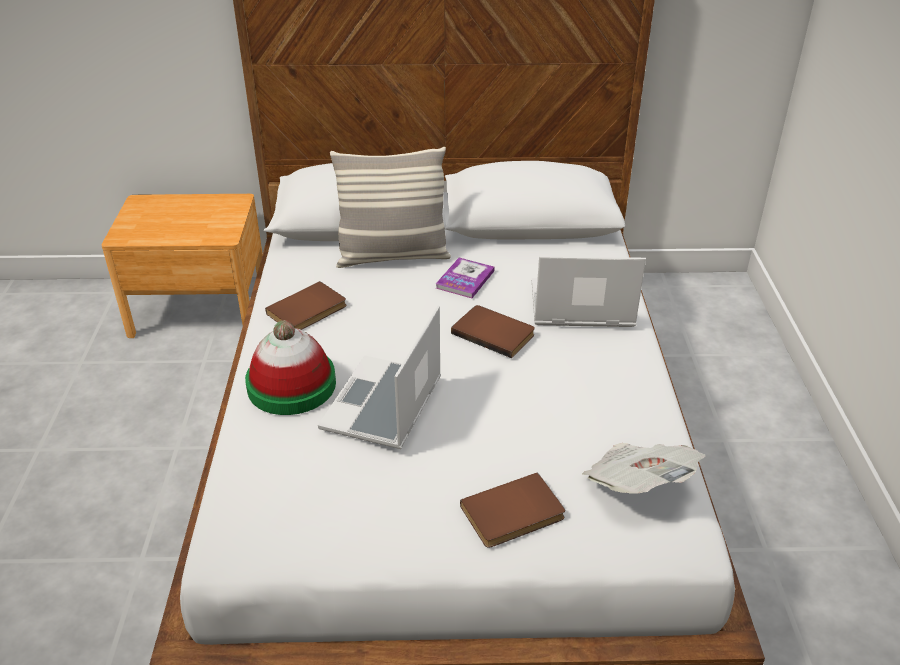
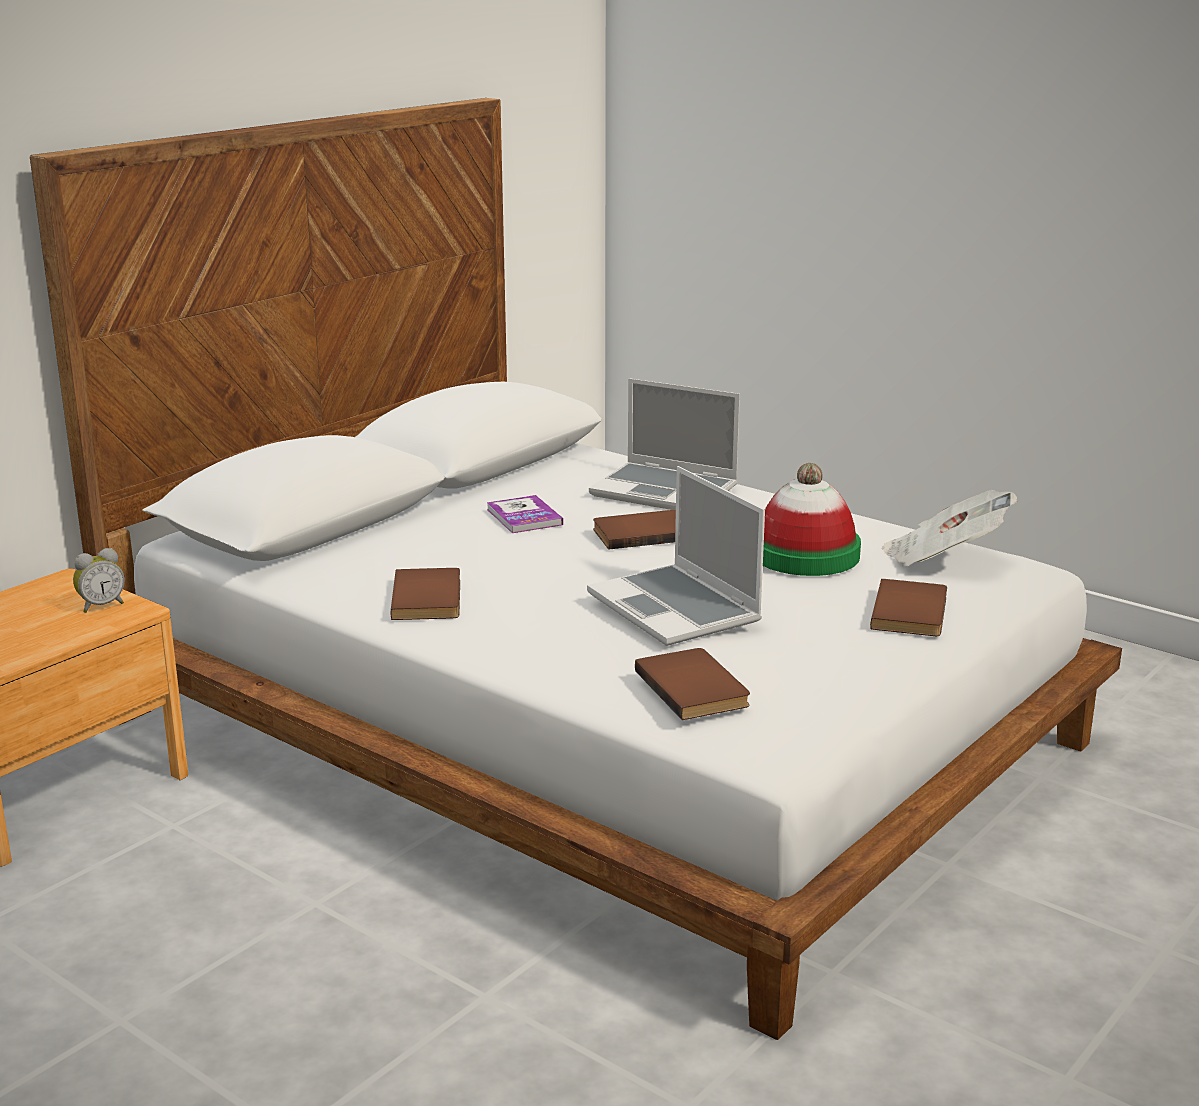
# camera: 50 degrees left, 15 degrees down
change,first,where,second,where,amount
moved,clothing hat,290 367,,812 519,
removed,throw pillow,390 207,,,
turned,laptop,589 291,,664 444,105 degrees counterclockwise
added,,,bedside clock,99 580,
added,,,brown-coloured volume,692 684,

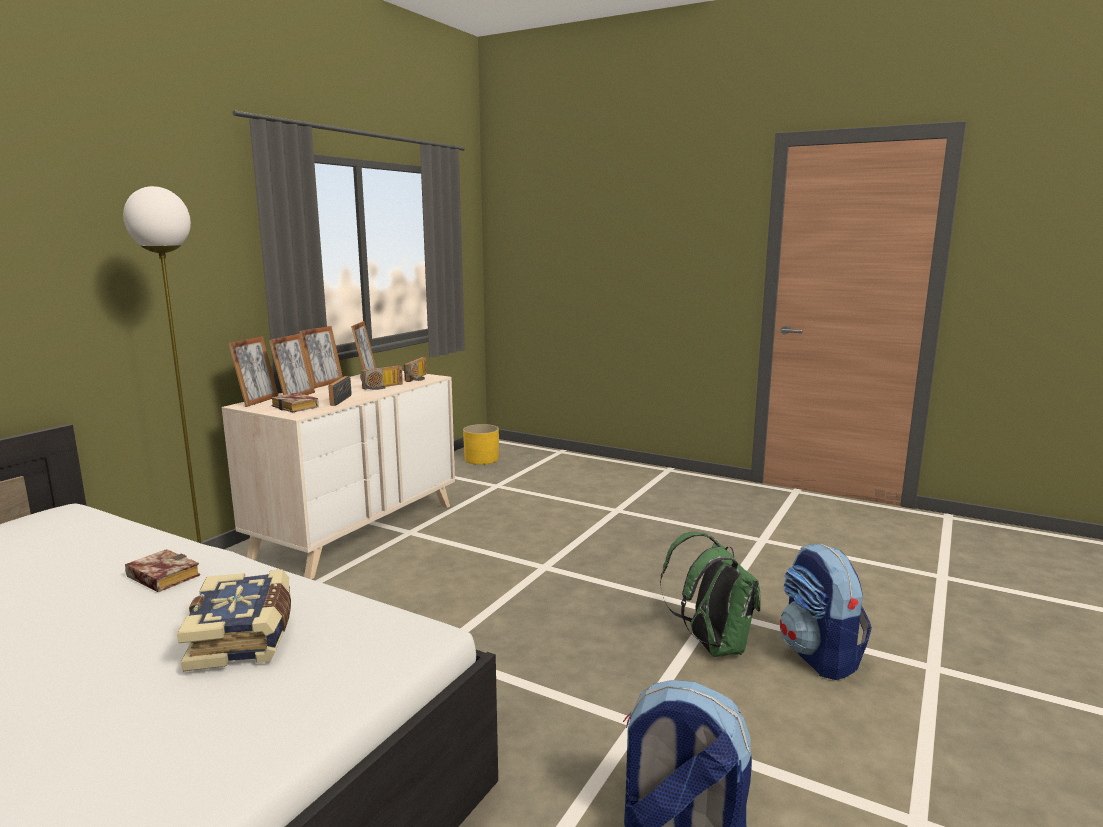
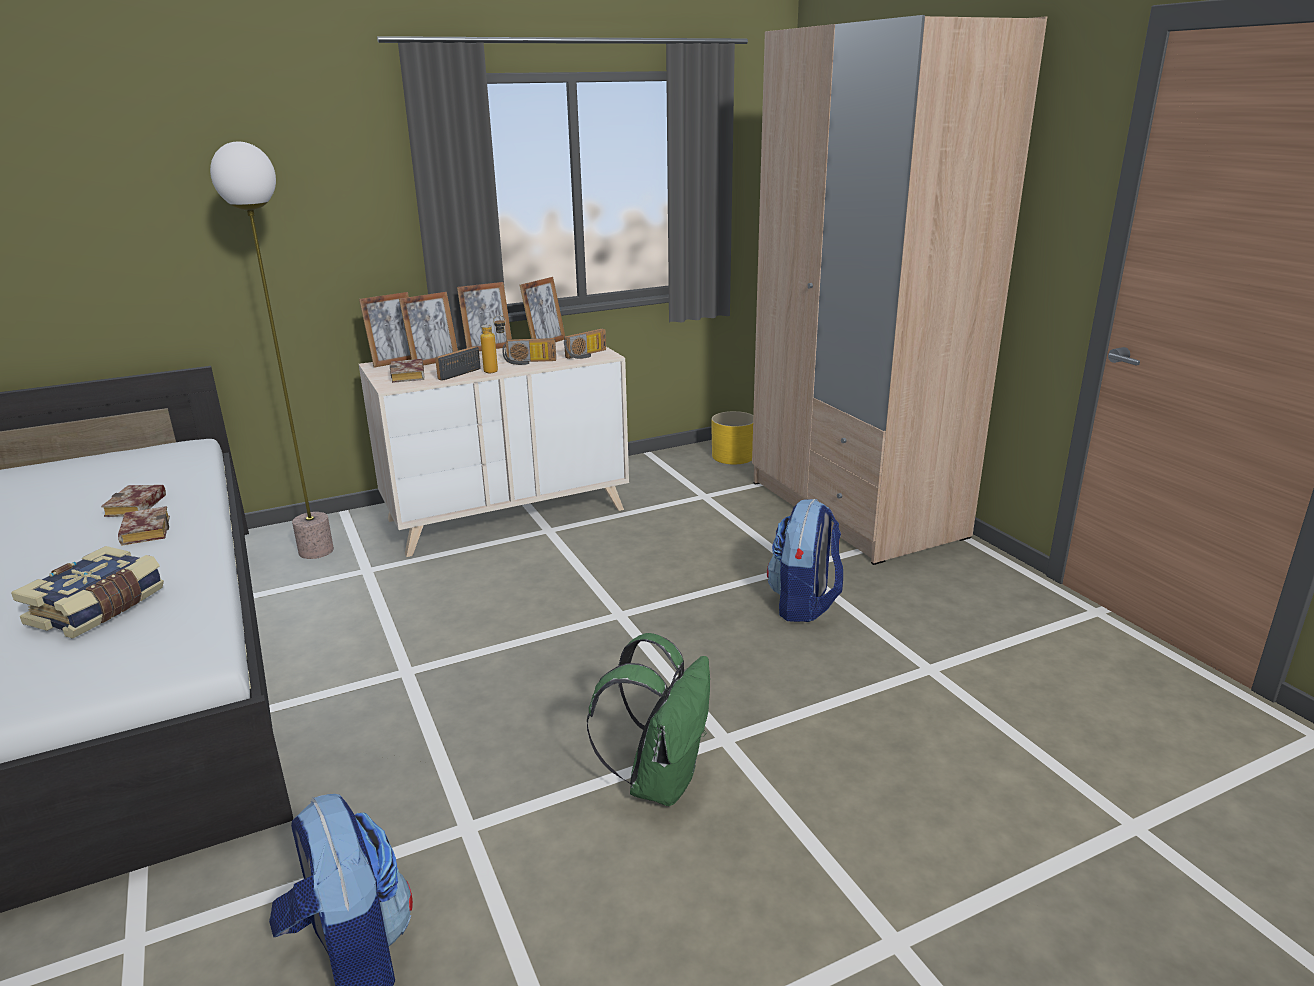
# camera: 35 degrees right, 10 degrees up
change,first,where,second,where,amount
moved,backpack,826 612,,805 560,
added,,,volume,133 501,
added,,,bottle,493 344,
added,,,beige clothes cupboard,899 290,

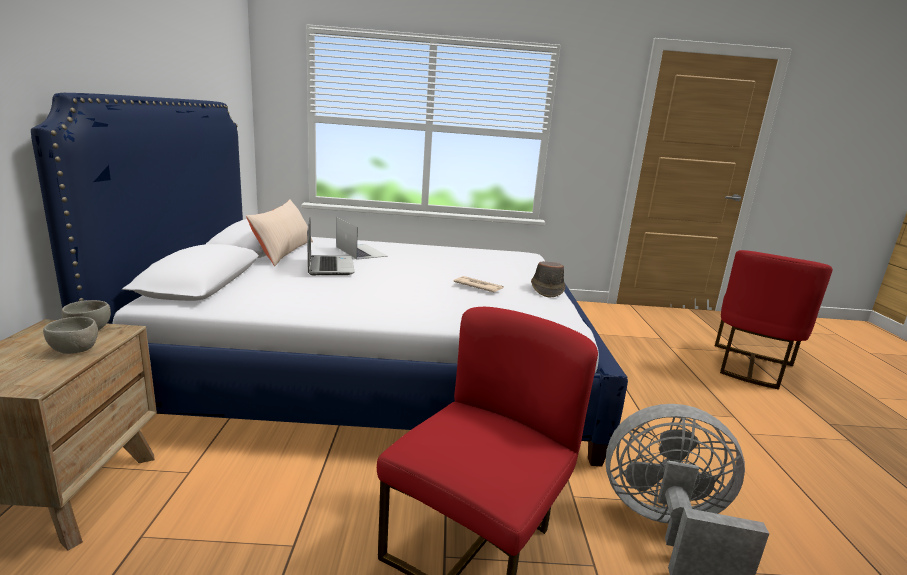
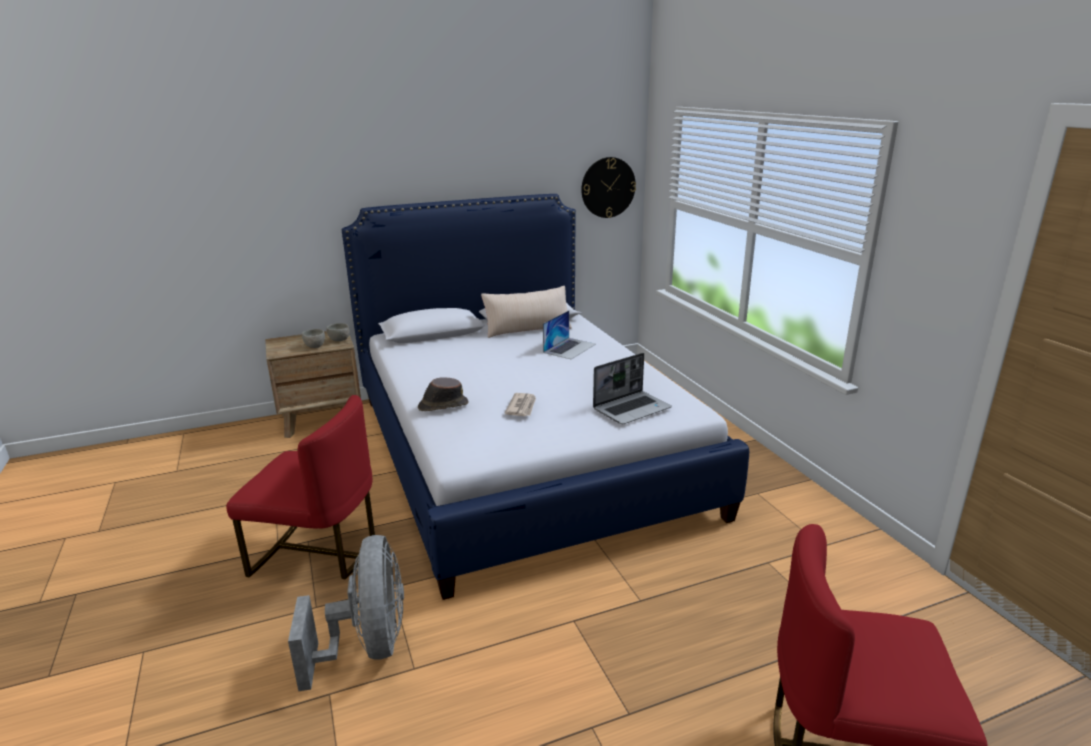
# camera: 70 degrees right, 5 degrees up
change,first,where,second,where,amount
moved,laptop,330 246,,632 388,
moved,brown-coloured clothing hat,548 279,,443 394,
added,,,wall clock,608 187,

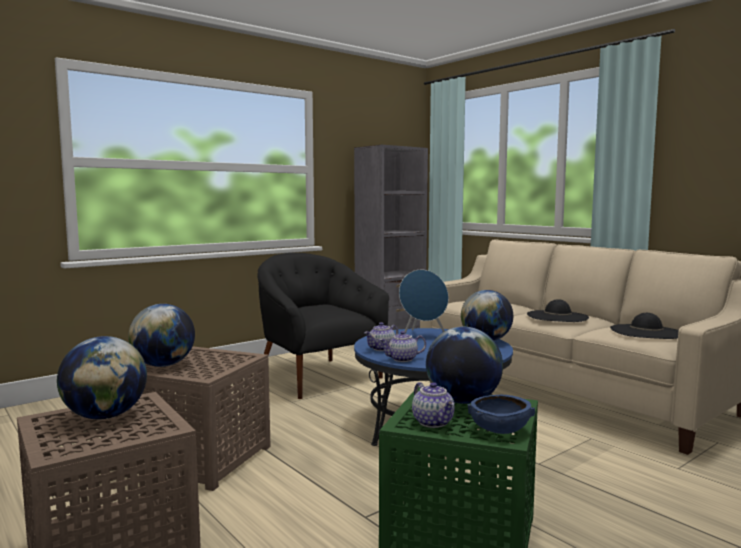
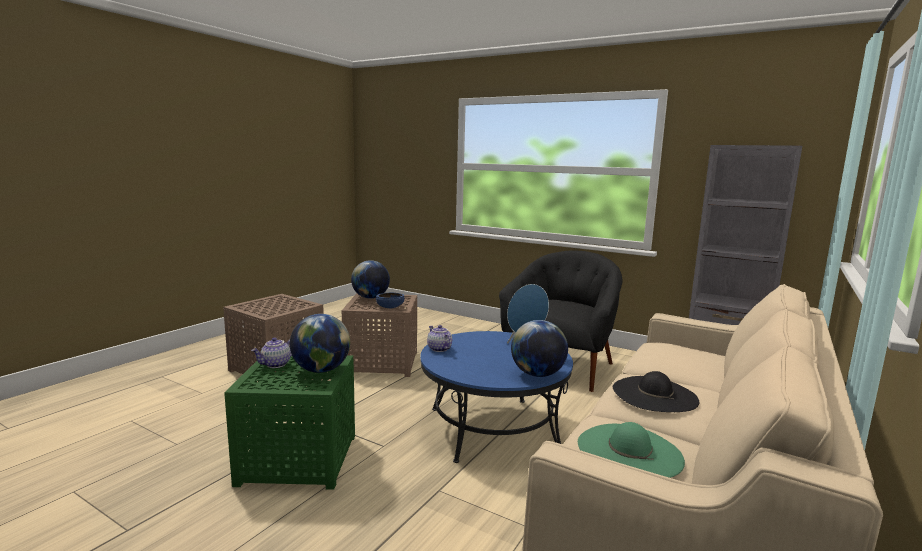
# camera: 70 degrees right, 5 degrees up
change,first,where,second,where,amount
removed,globe,102 377,,,
removed,pot for tea,382 336,,,
moved,bluish serving bowl,501 414,,390 300,
recoloured,black clothing hat,644 326,green clothing hat,631 450,

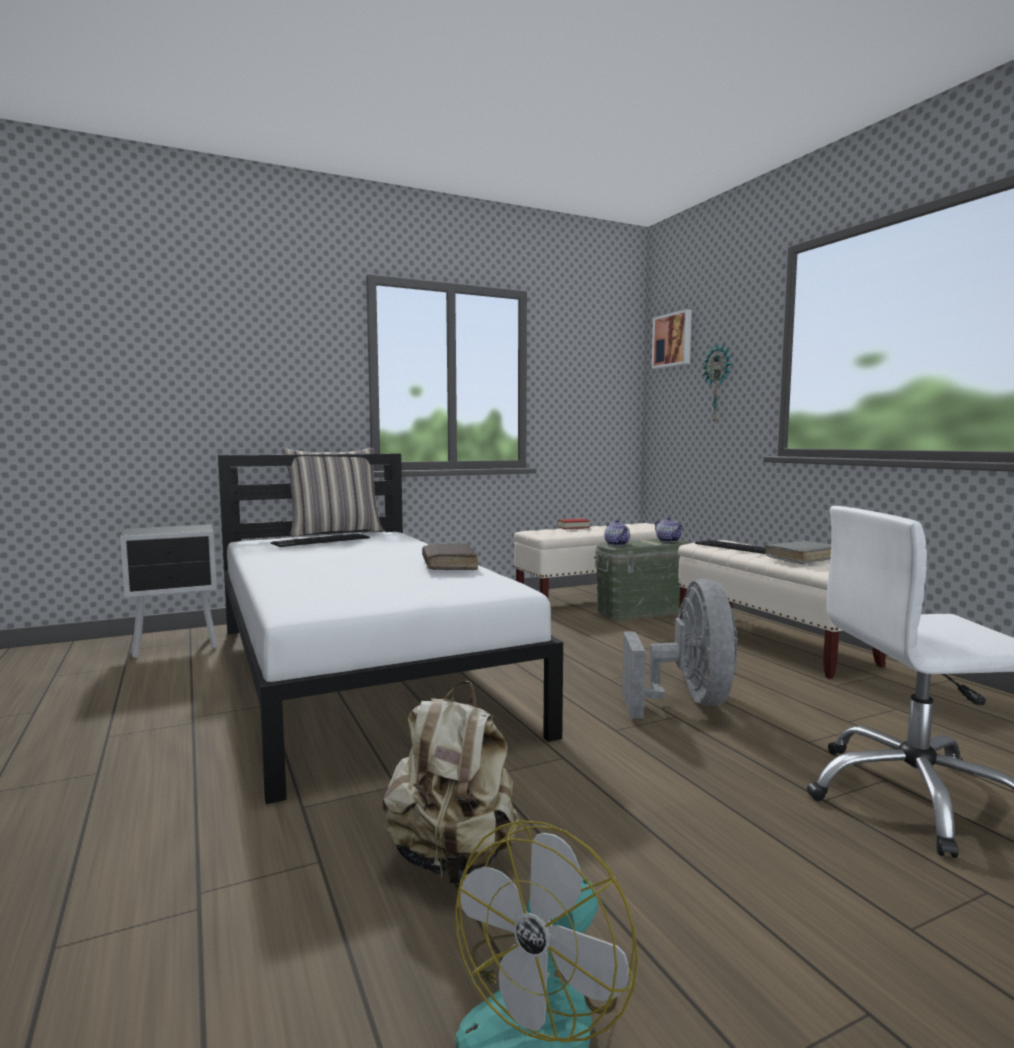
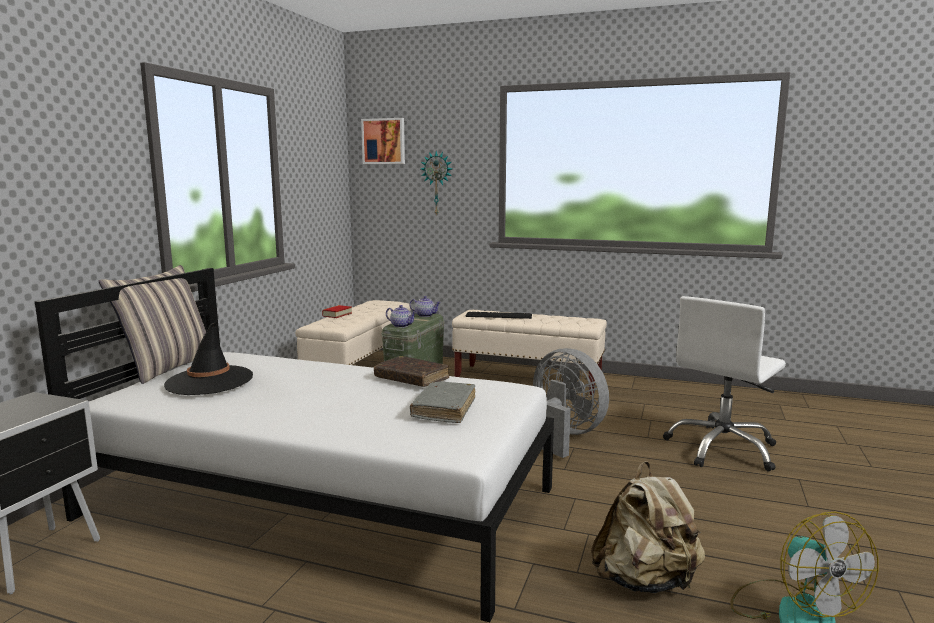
# camera: 45 degrees left, 5 degrees up
change,first,where,second,where,amount
replaced,computer keyboard,320 540,black clothing hat,208 358,
moved,gray volume,798 552,,443 402,

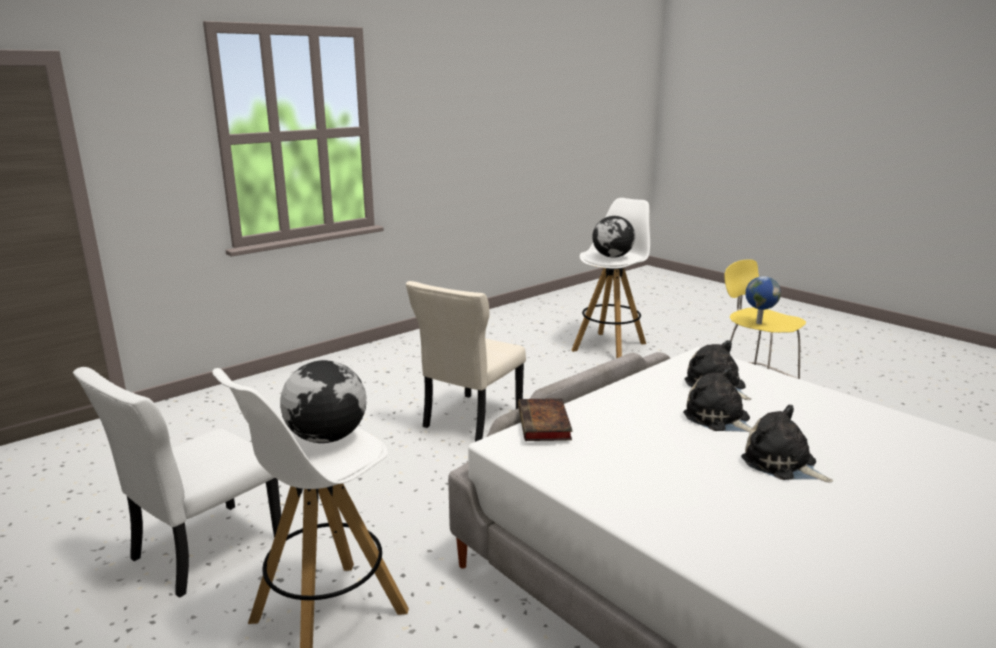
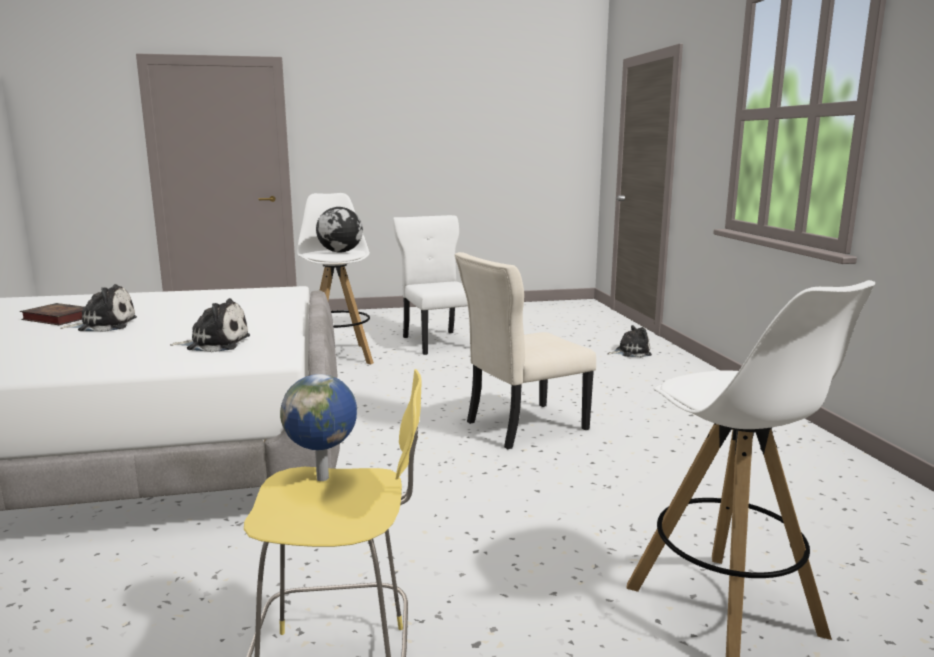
# camera: 120 degrees right, 5 degrees down
change,first,where,second,where,amount
turned,beige upright chair,466 361,,525 350,90 degrees counterclockwise
moved,volume,545 419,,52 314,
removed,globe,613 237,,,
moved,soft toy,717 399,,630 341,

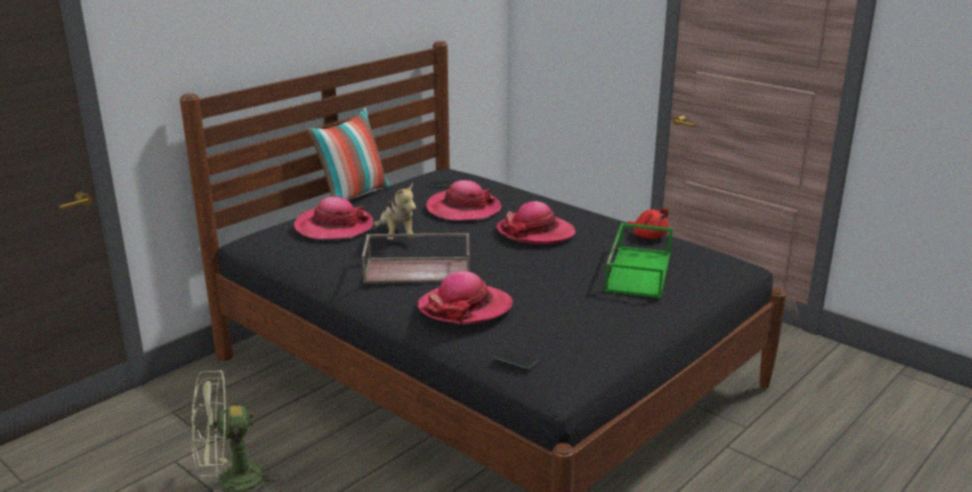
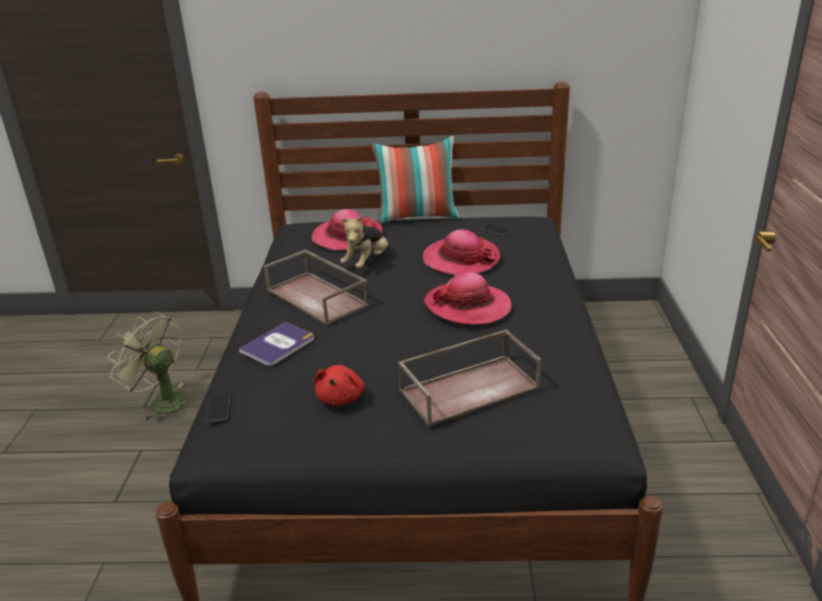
# camera: 50 degrees right, 5 degrees up
change,first,where,second,where,amount
replaced,clothing hat,465 298,volume,276 344,
recoloured,green tray,639 260,brown-coloured tray,469 378,
moved,red-coloured soft toy,648 223,,339 385,

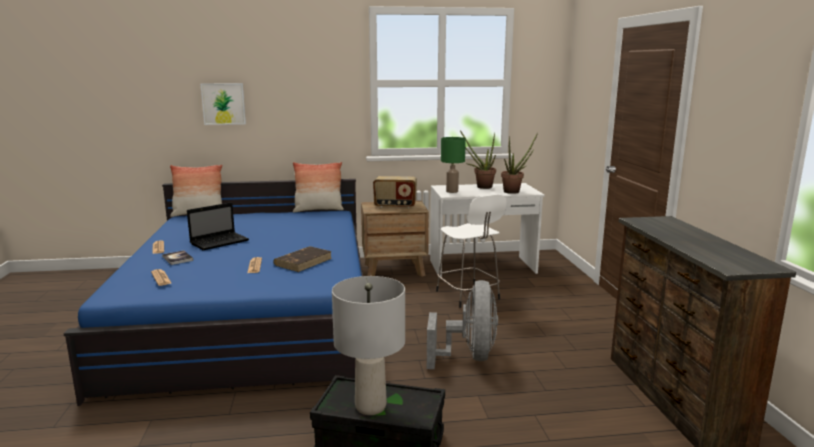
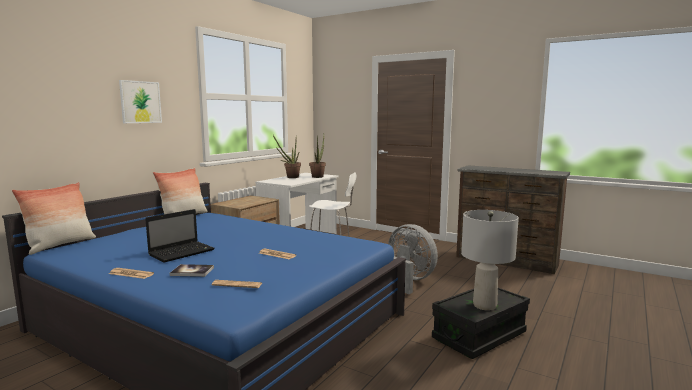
# camera: 50 degrees left, 5 degrees down
change,first,where,second,where,amount
turned,laptop,218 226,,180 236,45 degrees clockwise
moved,wall art,223 104,,140 101,
removed,brown-coloured volume,302 259,,,
removed,radio set,395 192,,,
removed,green tabletop lamp,453 165,,,

